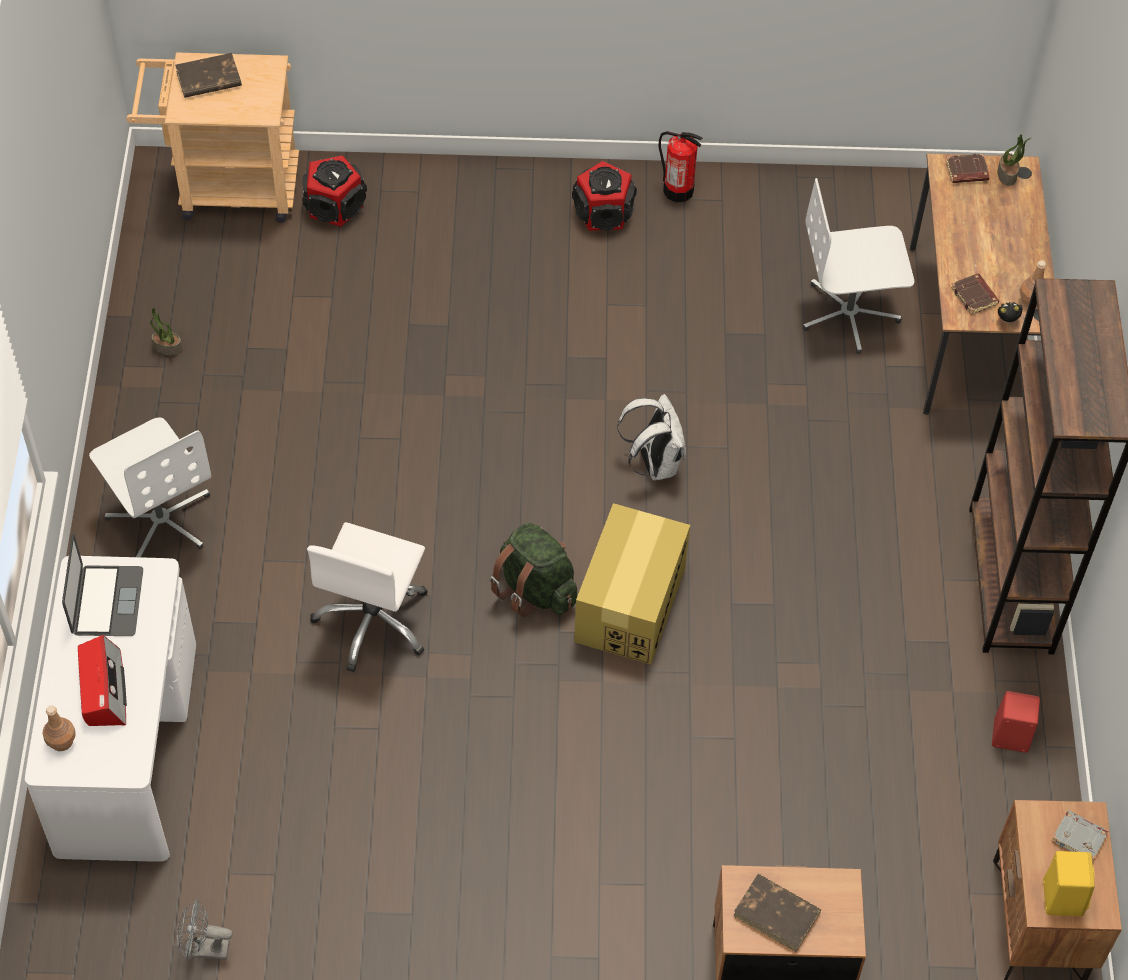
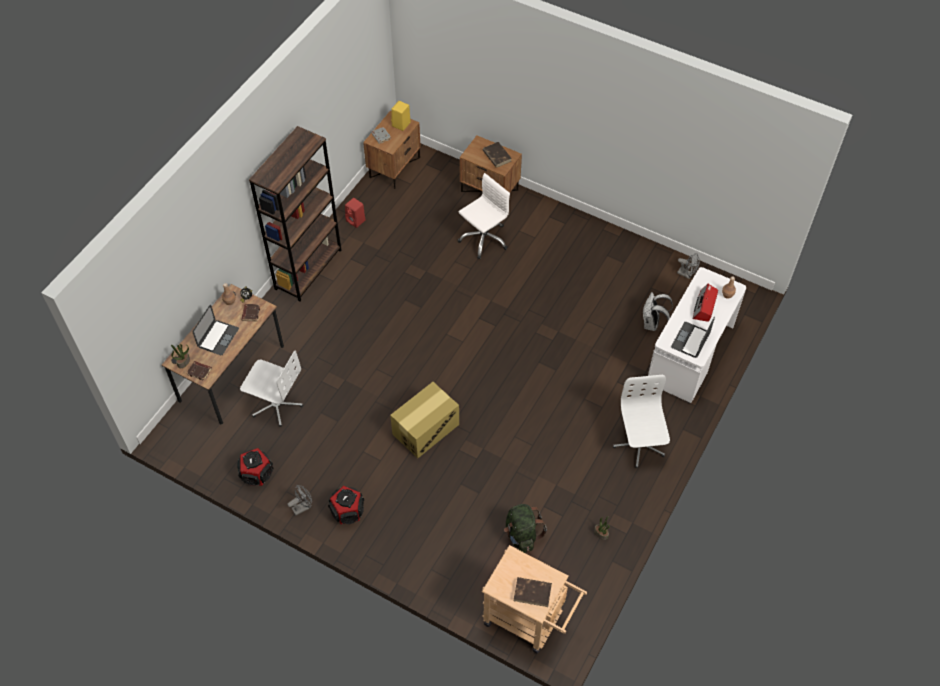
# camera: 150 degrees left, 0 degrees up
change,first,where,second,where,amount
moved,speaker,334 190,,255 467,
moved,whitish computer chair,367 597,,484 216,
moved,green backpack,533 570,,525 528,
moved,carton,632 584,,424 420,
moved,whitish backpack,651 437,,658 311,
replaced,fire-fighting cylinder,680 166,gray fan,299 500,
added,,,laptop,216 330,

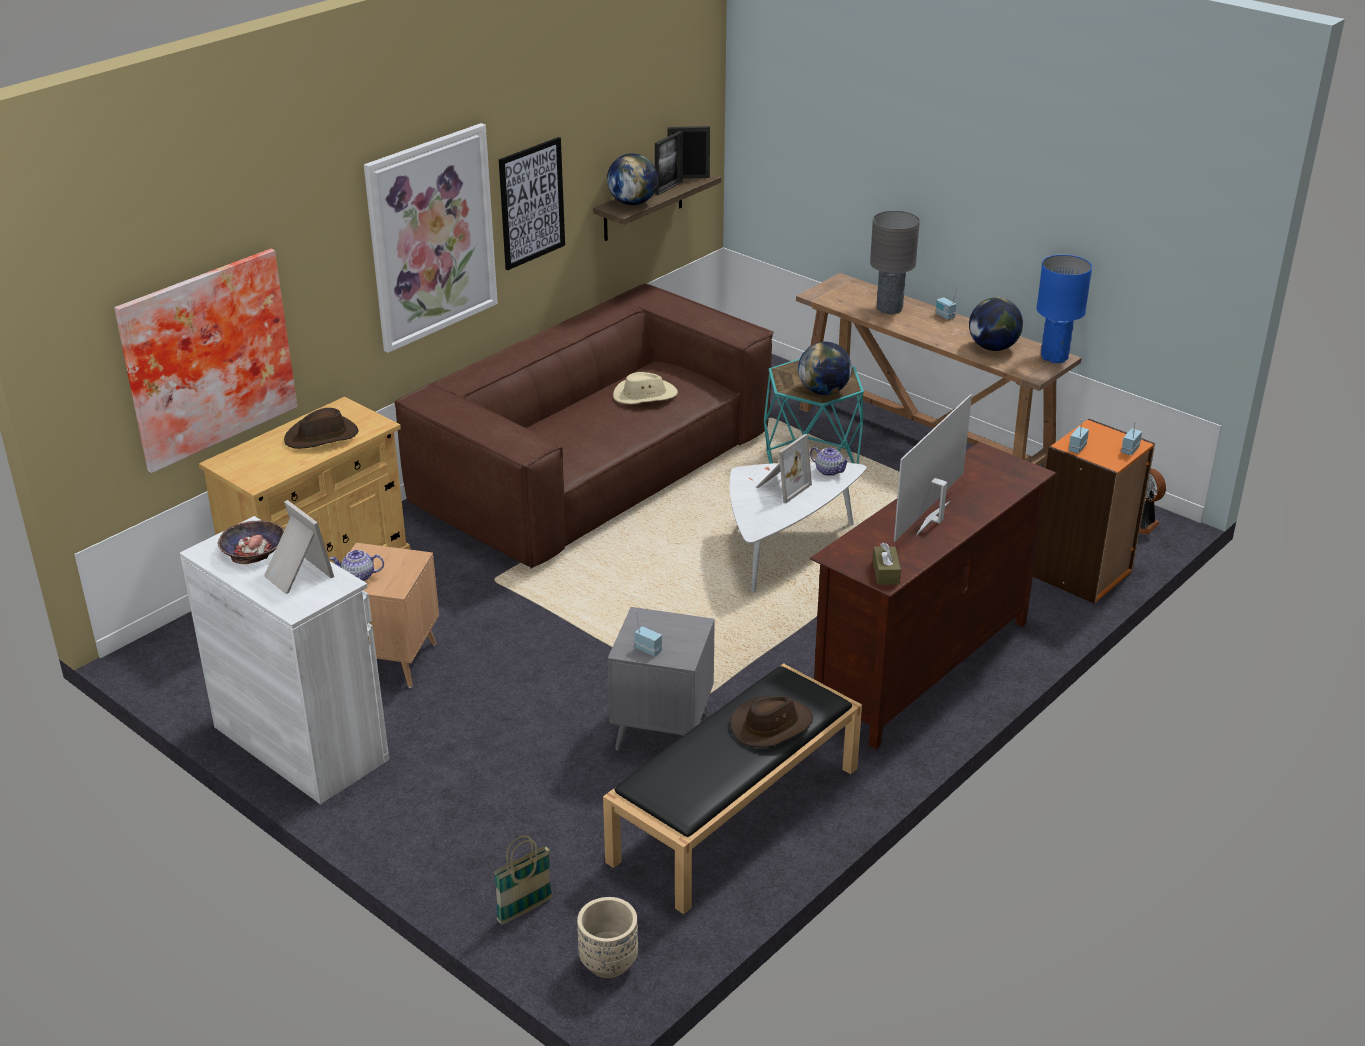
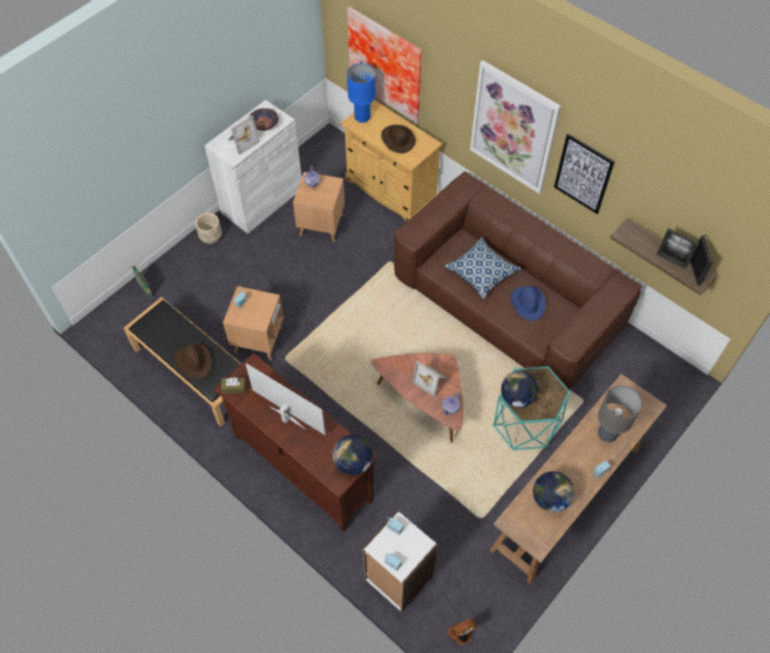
# camera: 90 degrees right, 25 degrees up
change,first,where,second,where,amount
moved,beige flower pot,607 937,,208 228,
moved,globe,632 179,,352 455,
recoloured,gray side table,661 678,brown-coloured side table,253 323,
recoloured,beige clothing hat,645 388,bluish clothing hat,528 303,
recoloured,whitish lounge table,798 527,brown-coloured lounge table,417 398,
recoloured,orange bookshelf,1094 511,whitish bookshelf,400 561,
moved,bluish tabletop lamp,1064 308,,361 93,
added,,,throw pillow,482 268,

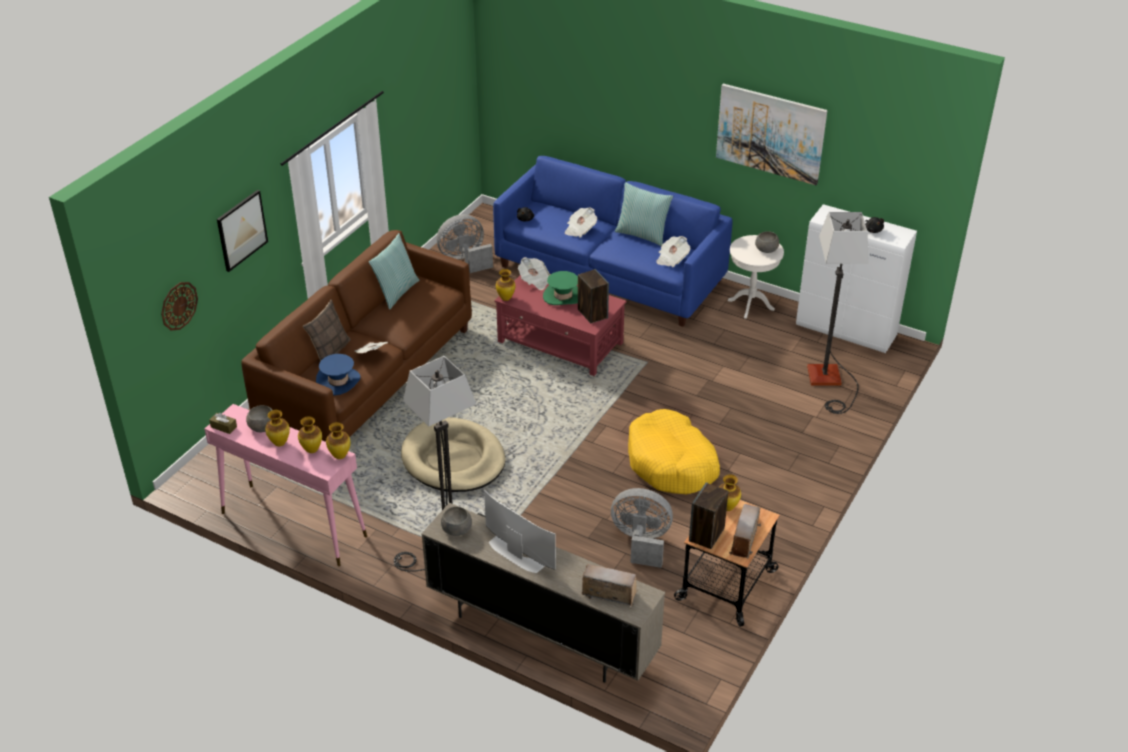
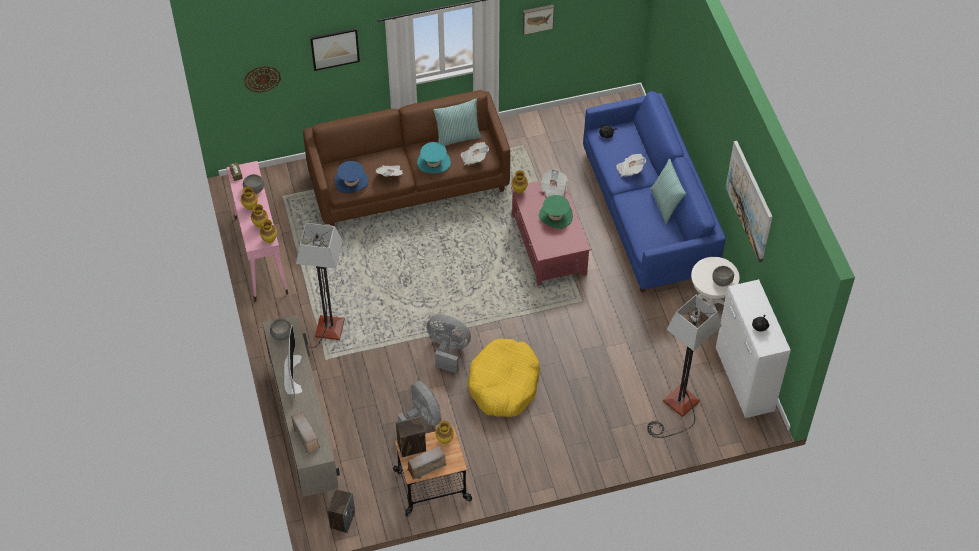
# camera: 45 degrees right, 15 degrees up
change,first,where,second,where,amount
removed,throw pillow,327 330,,,
removed,beige dog bed,453 454,,,
moved,gray fan,464 243,,449 344,
moved,speaker,593 296,,341 511,
moved,newspaper,673 251,,475 153,
added,,,turquoise-coloured clothing hat,434 157,
added,,,wall art,538 20,

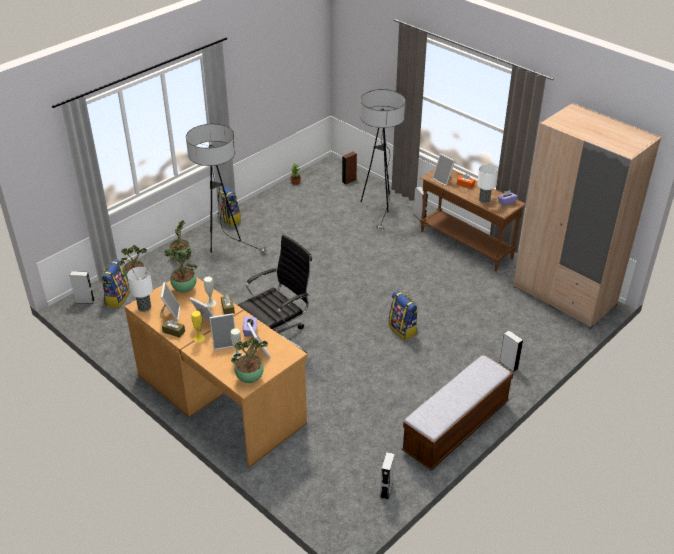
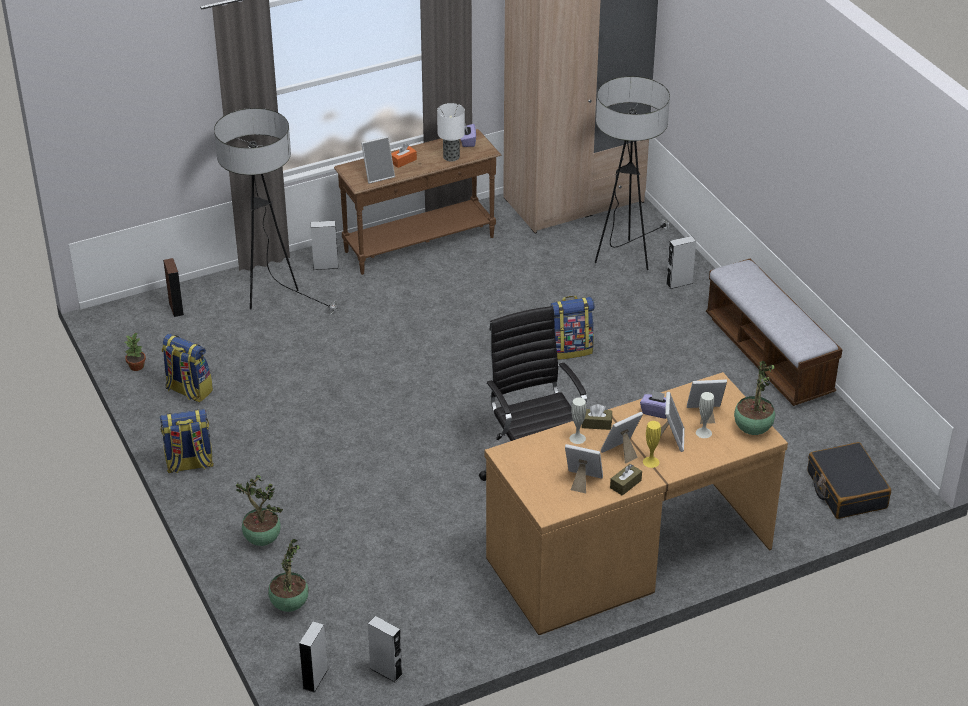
# camera: 70 degrees left, 0 degrees up
change,first,where,second,where,amount
moved,backpack,115 283,,187 368,
removed,tabletop lamp,140 289,,,
removed,houseplant,181 267,,,
moved,standing lamp,226 189,,633 173,
moved,gray speaker,387 476,,385 649,
added,,,black piece of luggage,849 480,

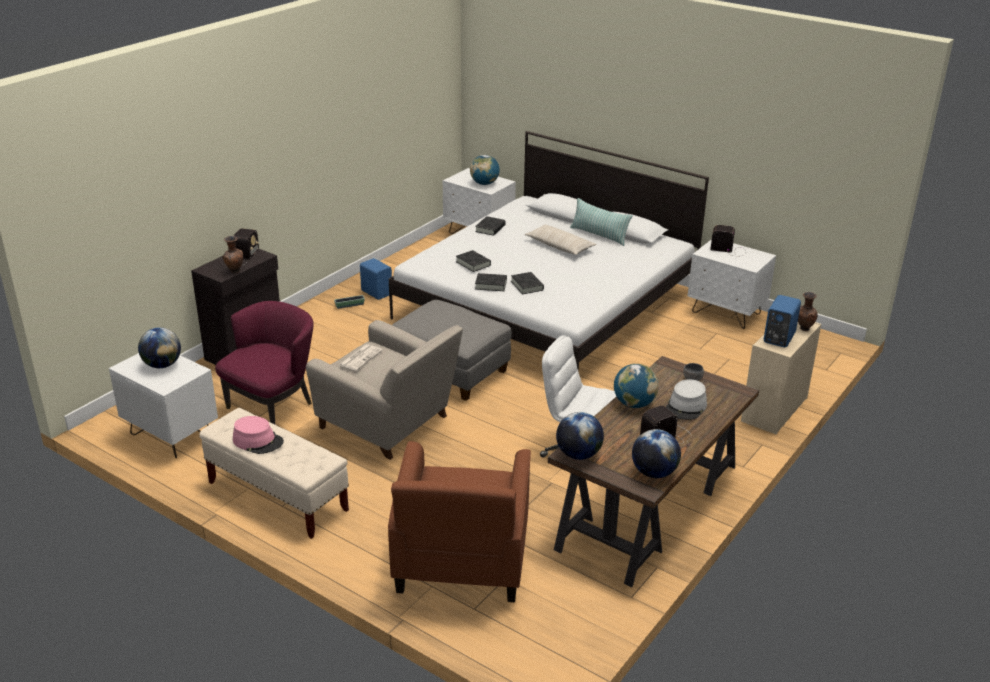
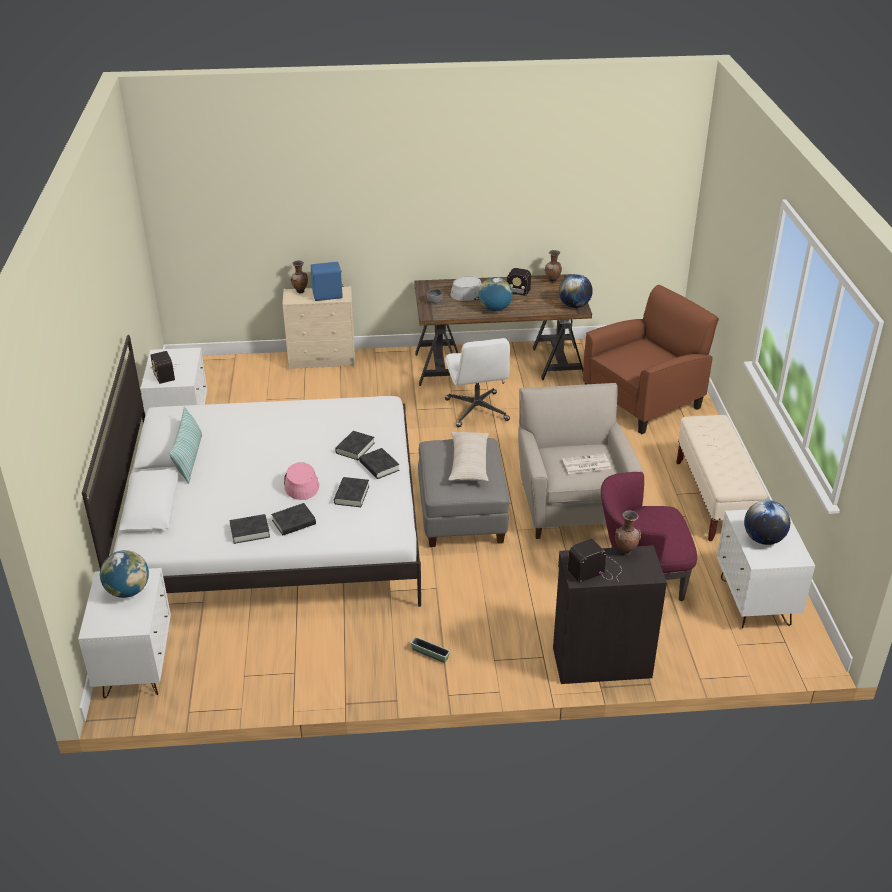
# camera: 130 degrees left, 5 degrees up
change,first,where,second,where,amount
moved,pink clothing hat,258 435,,301 481,
removed,bluish speaker,376 279,,,
moved,beige throw pillow,561 239,,468 456,
replaced,globe,656 453,brown-coloured flower vase,553 266,
added,,,black volume,293 519,

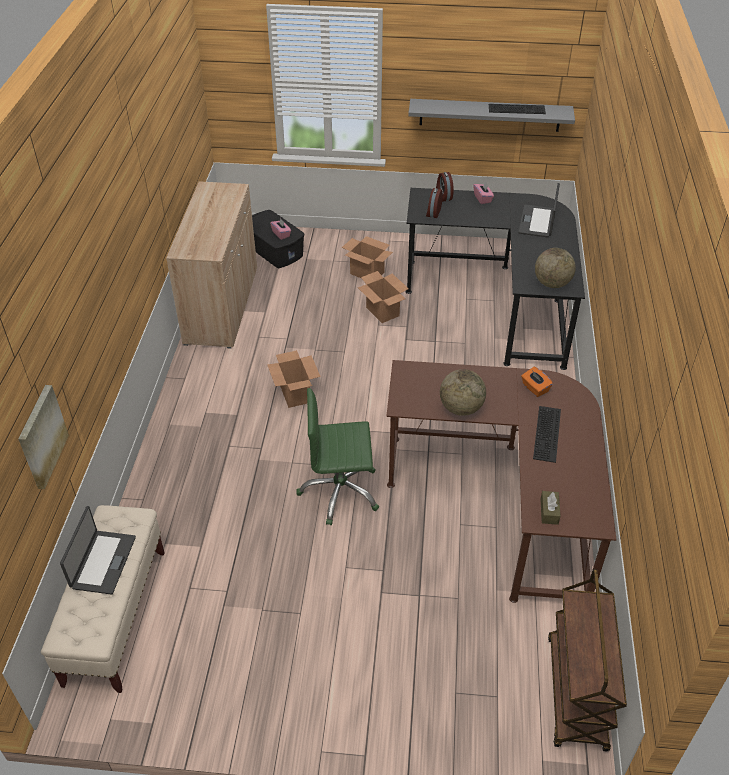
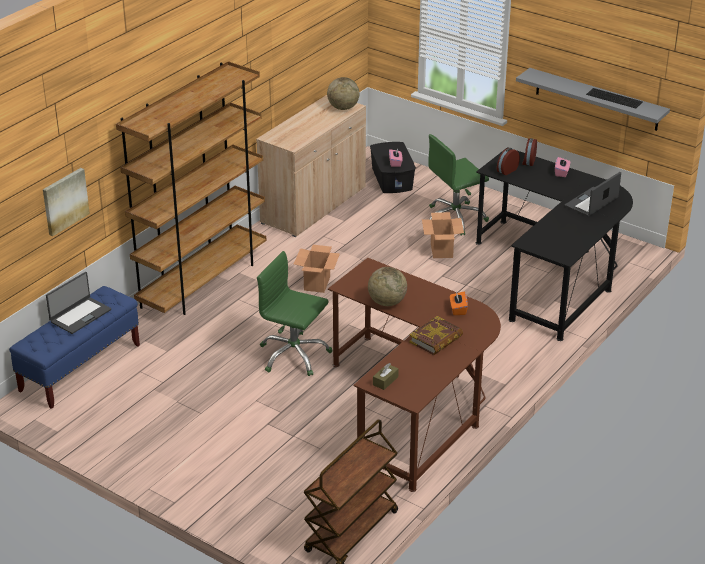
# camera: 30 degrees right, 10 degrees down
change,first,where,second,where,amount
recoloured,beige indoor bench,102 599,bluish indoor bench,74 347,
replaced,carton,367 257,green computer chair,458 185,
replaced,computer keyboard,547 434,volume,436 335,
moved,globe,555 268,,343 93,
added,,,brown-coloured bookshelf,191 188,

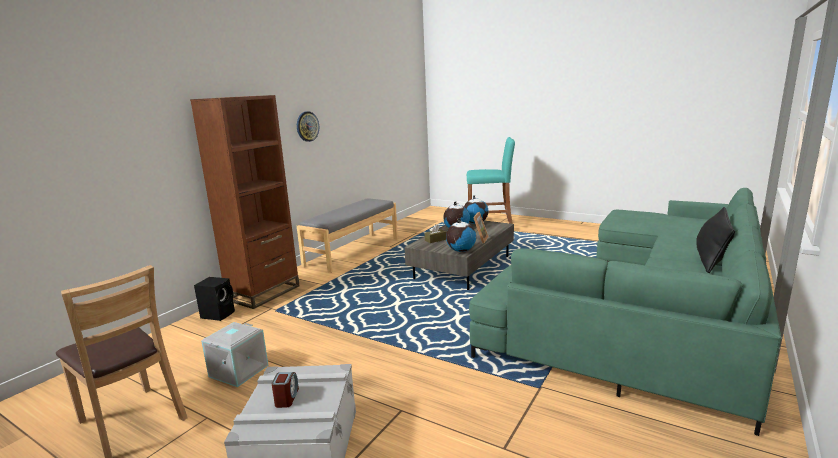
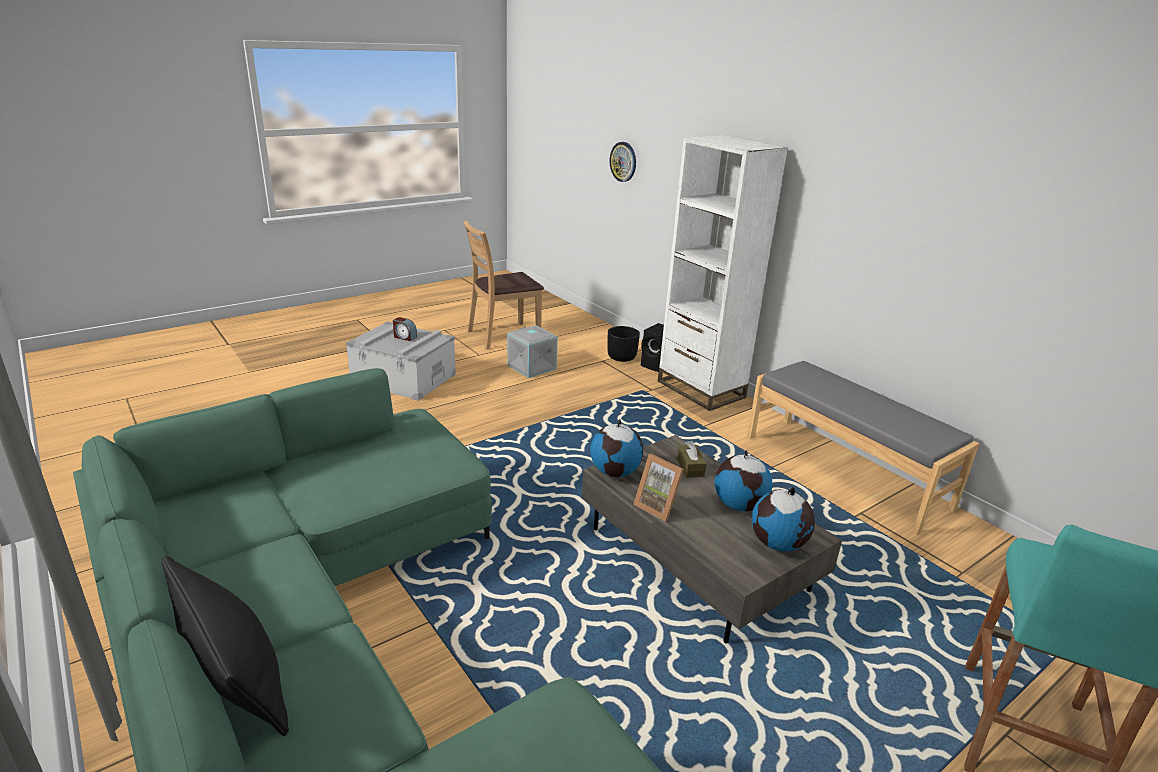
# camera: 110 degrees right, 10 degrees up
change,first,where,second,where,amount
recoloured,brown-coloured bookshelf,245 202,whitish bookshelf,723 273,
moved,wall clock,308 126,,623 162,
added,,,black flower pot,623 344,

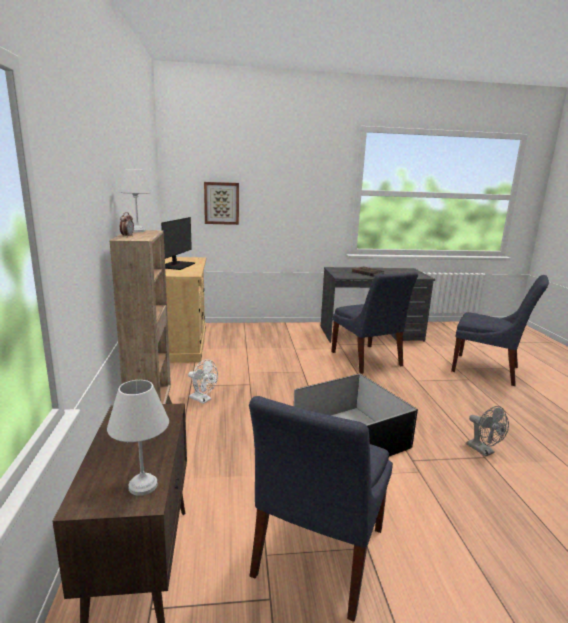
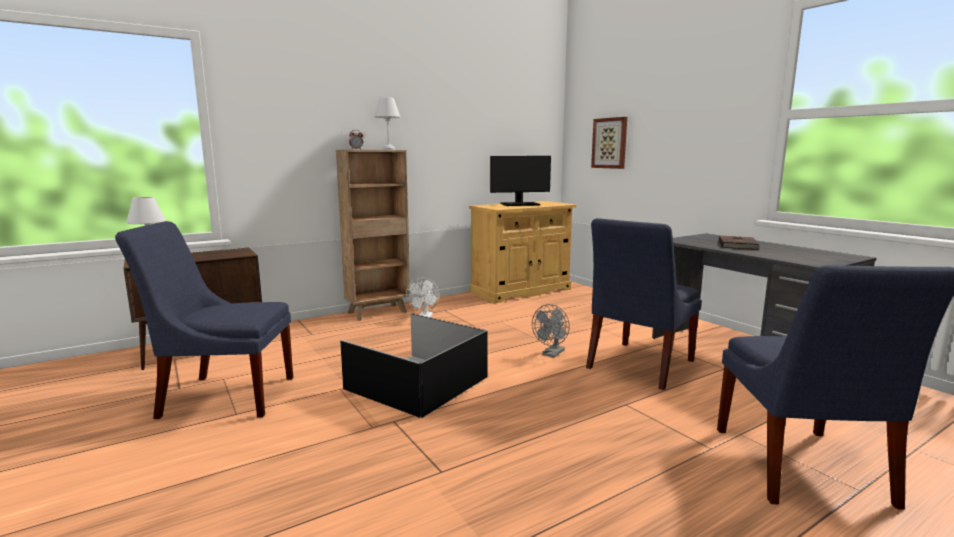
# camera: 65 degrees right, 5 degrees down
change,first,where,second,where,amount
moved,gray fan,487 431,,551 330,

